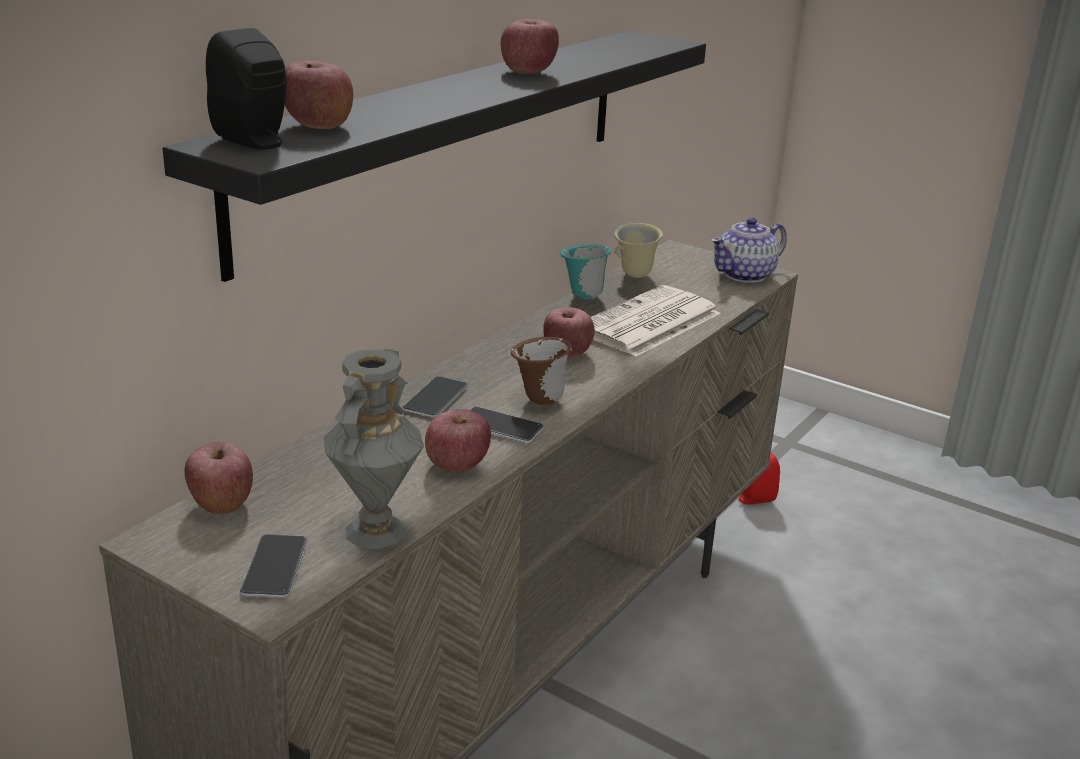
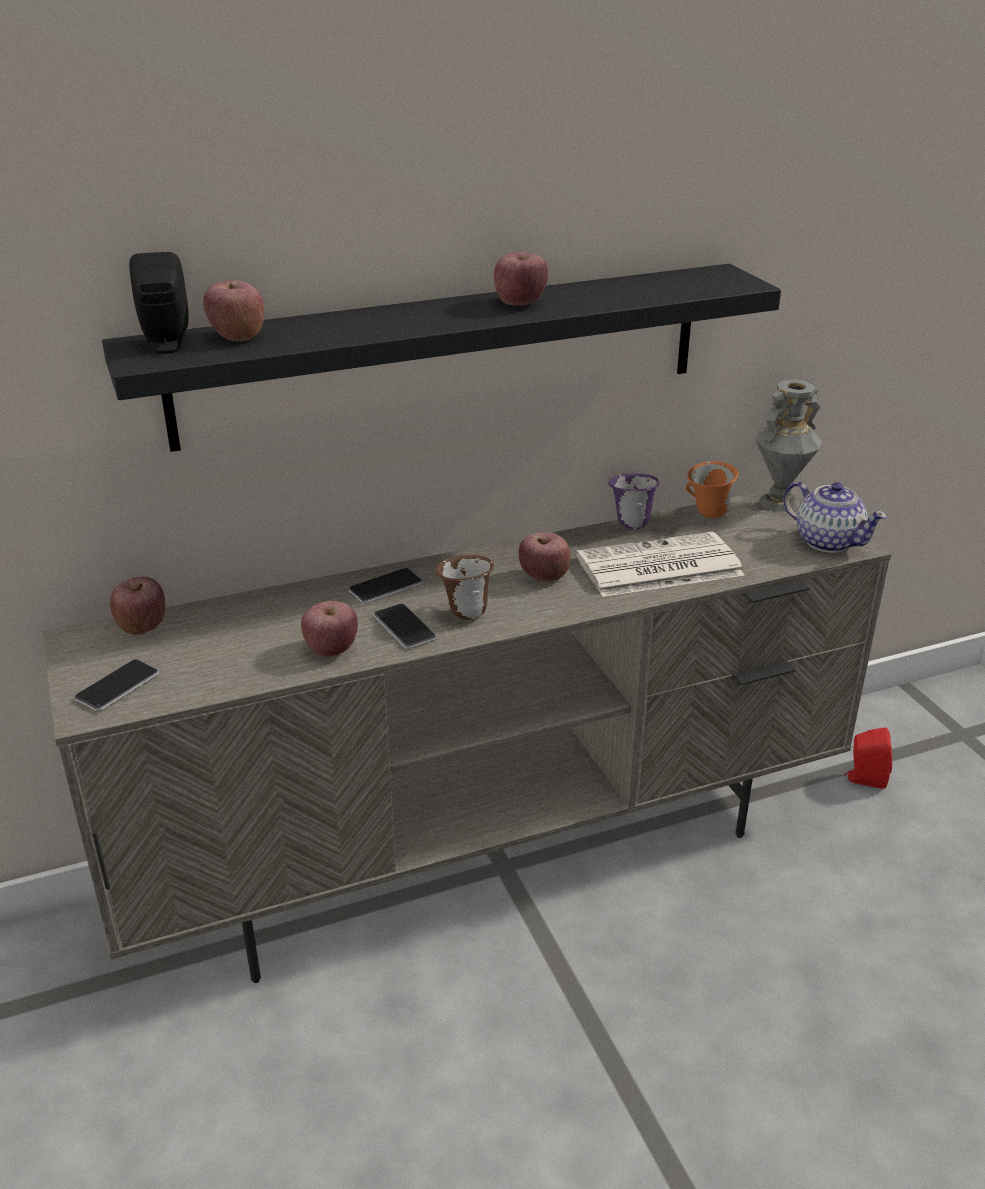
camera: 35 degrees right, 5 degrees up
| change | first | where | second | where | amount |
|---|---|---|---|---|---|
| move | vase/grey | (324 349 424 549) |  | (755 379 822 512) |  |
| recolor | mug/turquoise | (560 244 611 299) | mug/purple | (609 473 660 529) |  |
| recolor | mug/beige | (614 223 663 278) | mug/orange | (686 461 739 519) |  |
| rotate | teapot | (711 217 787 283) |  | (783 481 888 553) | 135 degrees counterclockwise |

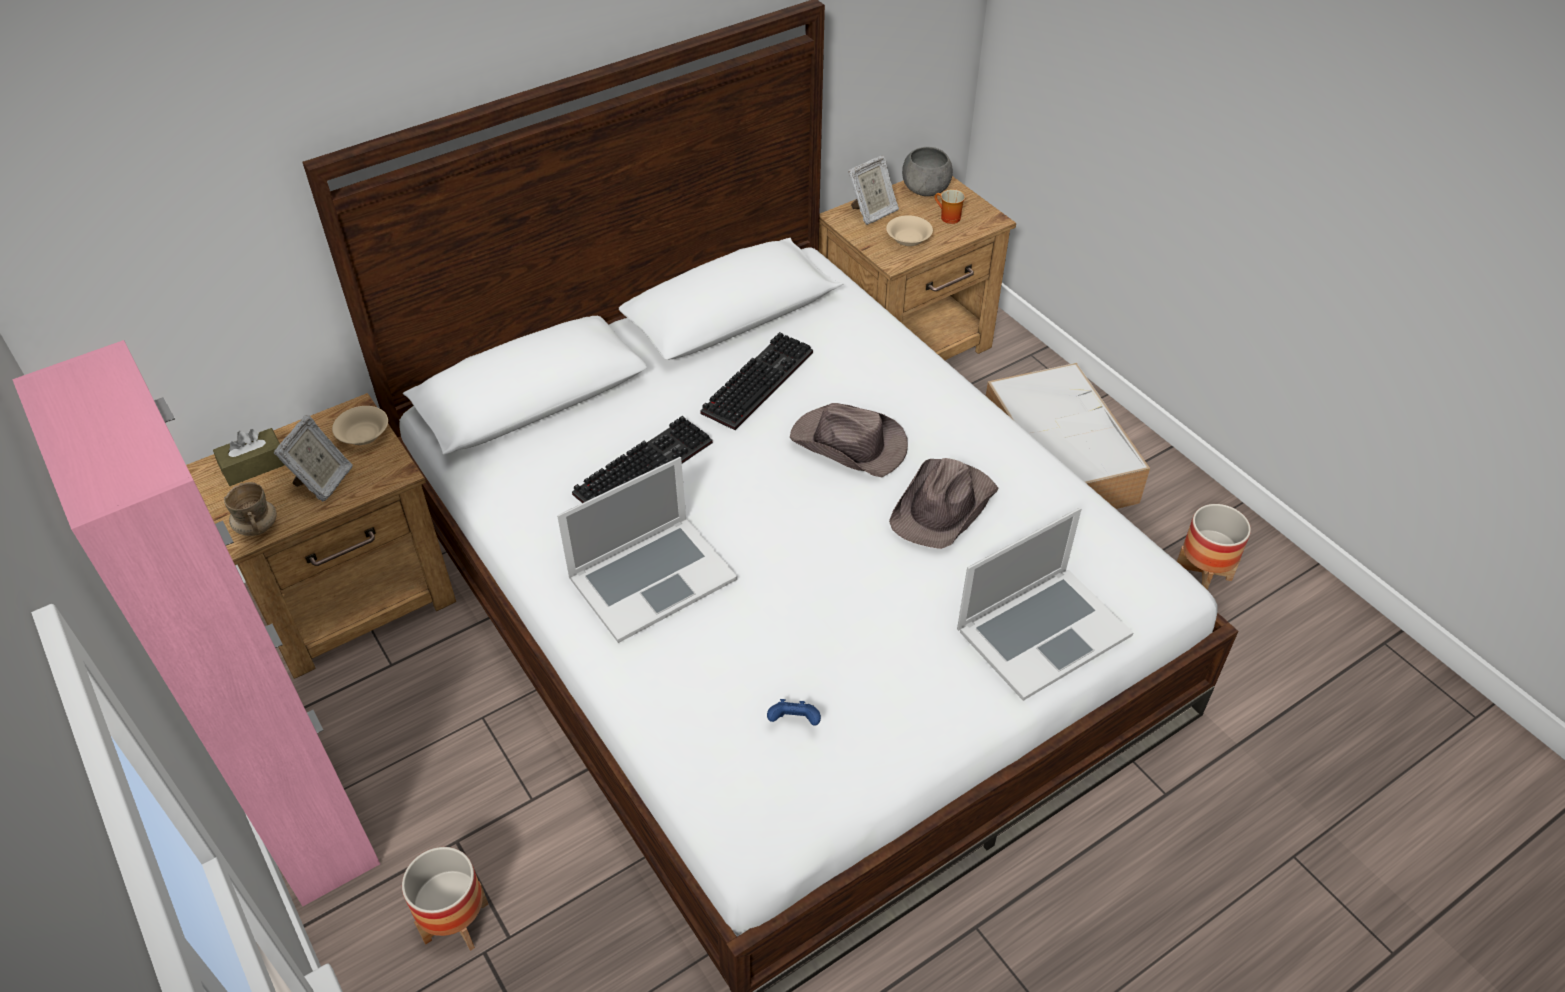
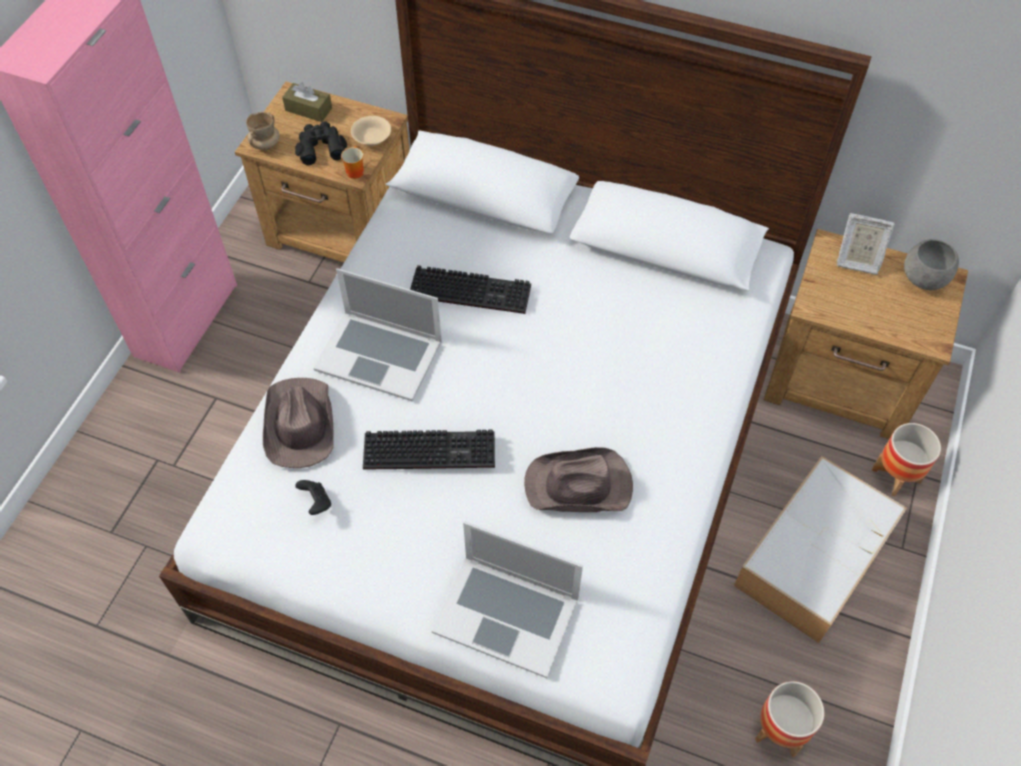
camera: 55 degrees right, 10 degrees up
| change | first | where | second | where | amount |
|---|---|---|---|---|---|
| replace | picture frame | (274 415 353 502) | binoculars/black | (295 121 347 165) |  |
| move | planter | (402 847 489 951) |  | (872 423 941 496) |  |
| move | keyboard | (700 332 813 430) |  | (363 430 495 470) |  |
| recolor | game controller/blue | (767 699 821 726) | game controller/black | (295 480 331 515) |  |
| move | hat/brown | (790 403 908 477) |  | (263 378 334 468) |  |
| delete | bowl/beige | (886 215 933 246) |  |  |  |
| move | mug | (935 189 965 224) |  | (341 146 364 179) |  |

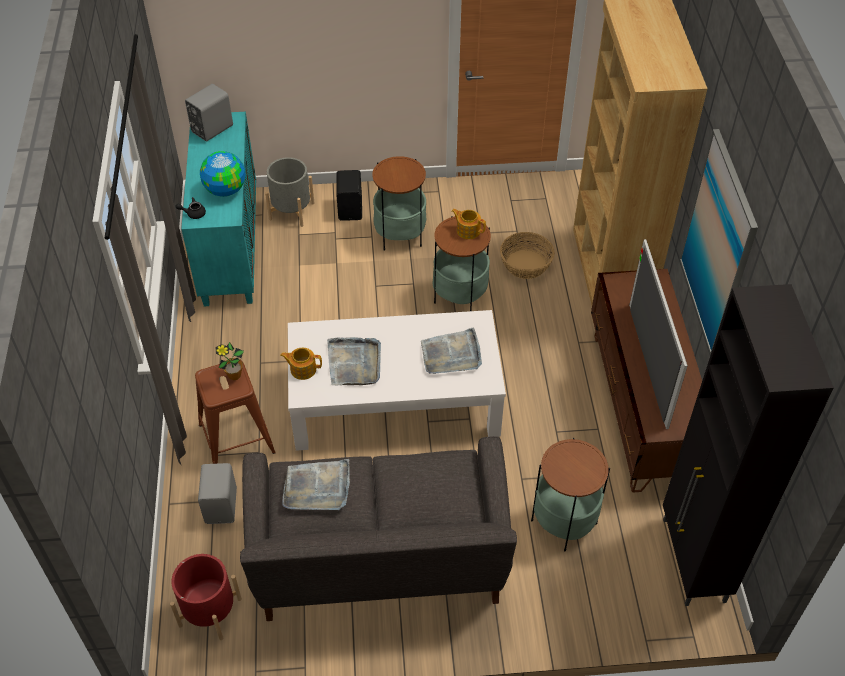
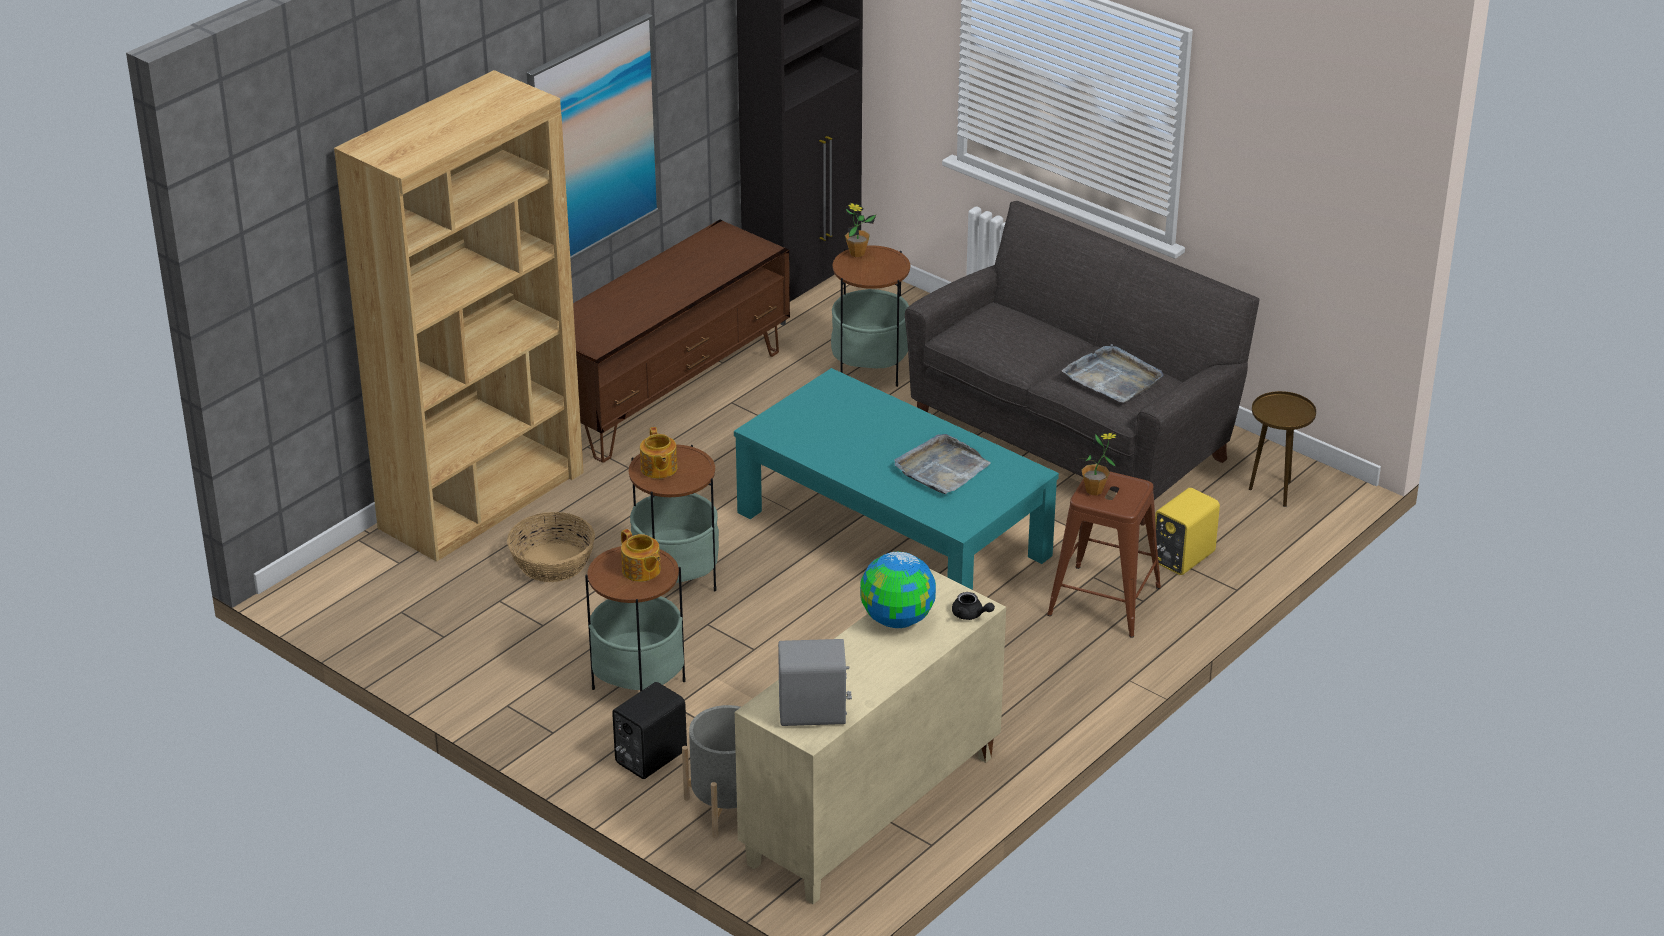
camera: 135 degrees left, 15 degrees down
| change | first | where | second | where | amount |
|---|---|---|---|---|---|
| replace | planter/red | (170 554 242 640) | side table/brown | (1249 391 1316 507) |  |
| recolor | cabinet/turquoise | (181 112 256 307) | cabinet/beige | (735 569 1006 904) |  |
| recolor | speaker/grey | (198 463 237 524) | speaker/yellow | (1155 488 1220 575) |  |
| move | teapot | (280 348 322 380) |  | (621 529 661 582) |  |
| recolor | coffee table/white | (288 310 506 451) | coffee table/turquoise | (734 368 1059 590) |  |
| delete | tray/grey | (421 327 482 374) |  |  |  |
| delete | television | (629 239 688 429) |  |  |  |
| insert |  |  | potted plant | (845 203 876 257) |  |

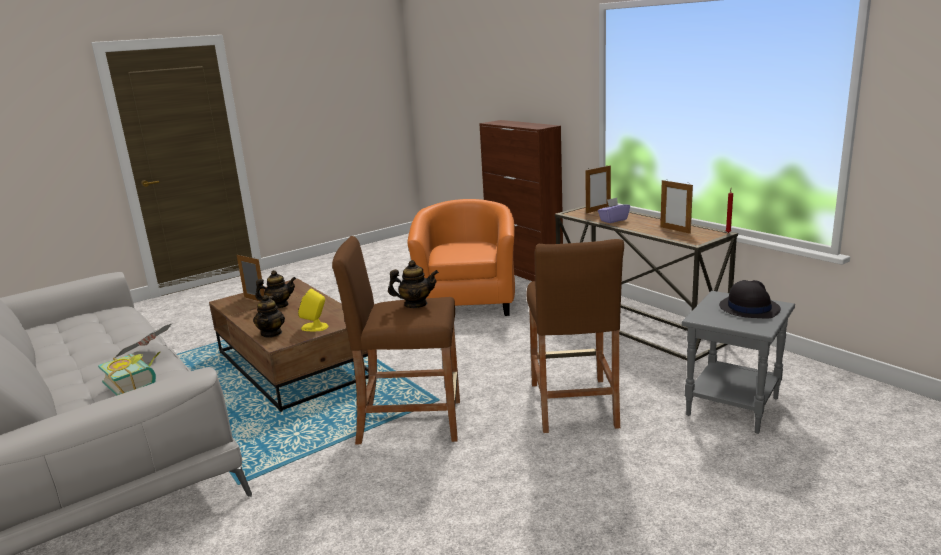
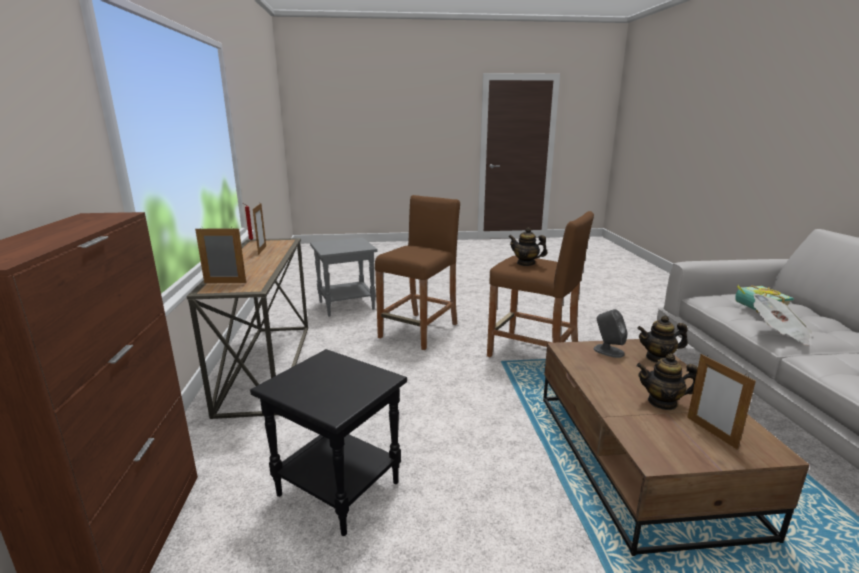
camera: 150 degrees left, 0 degrees up
| change | first | where | second | where | amount |
|---|---|---|---|---|---|
| rotate | teapot | (253 295 285 338) |  | (637 316 688 363) | 120 degrees counterclockwise |
| recolor | speaker/yellow | (298 288 329 331) | speaker/grey | (593 309 628 358) |  |
| replace | armchair/orange | (407 199 515 316) | side table/black | (250 349 407 536) |  |
| delete | tissue box/purple | (598 198 630 223) |  |  |  |
| delete | hat/black | (719 280 781 319) |  |  |  |

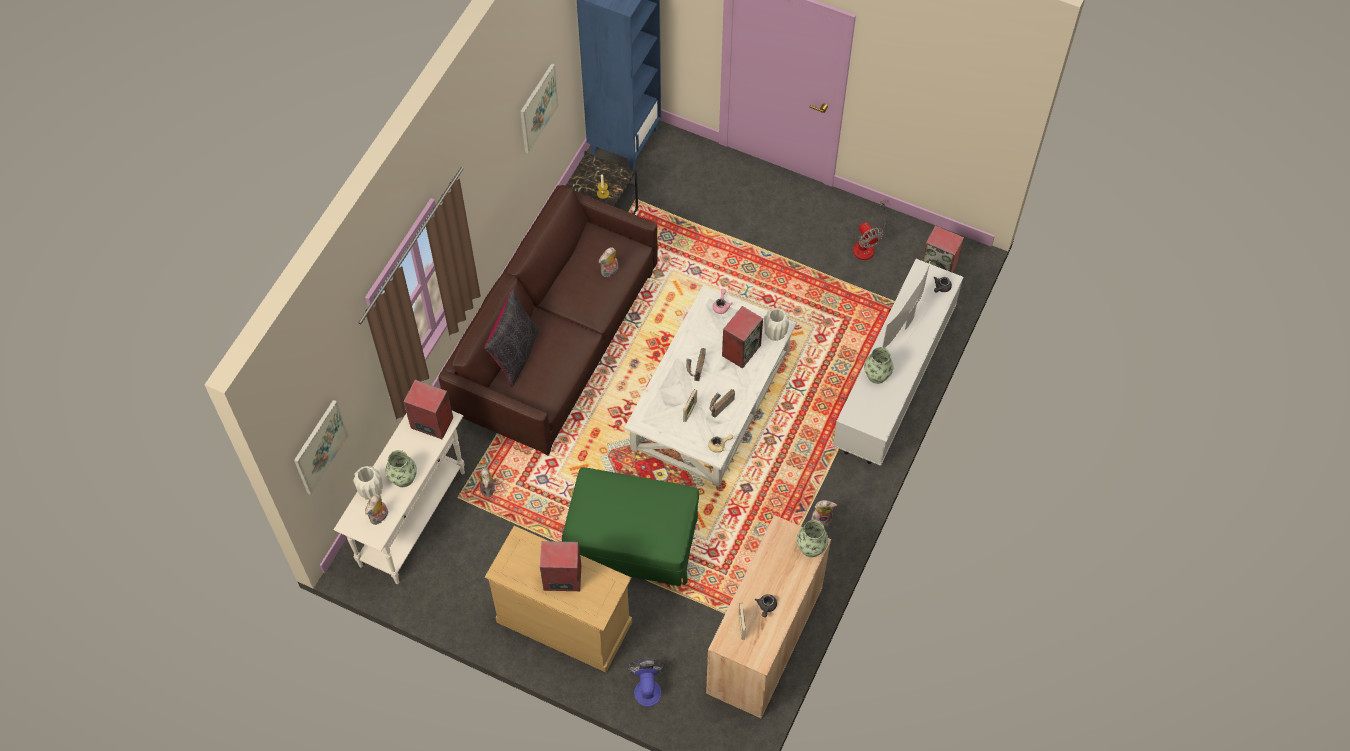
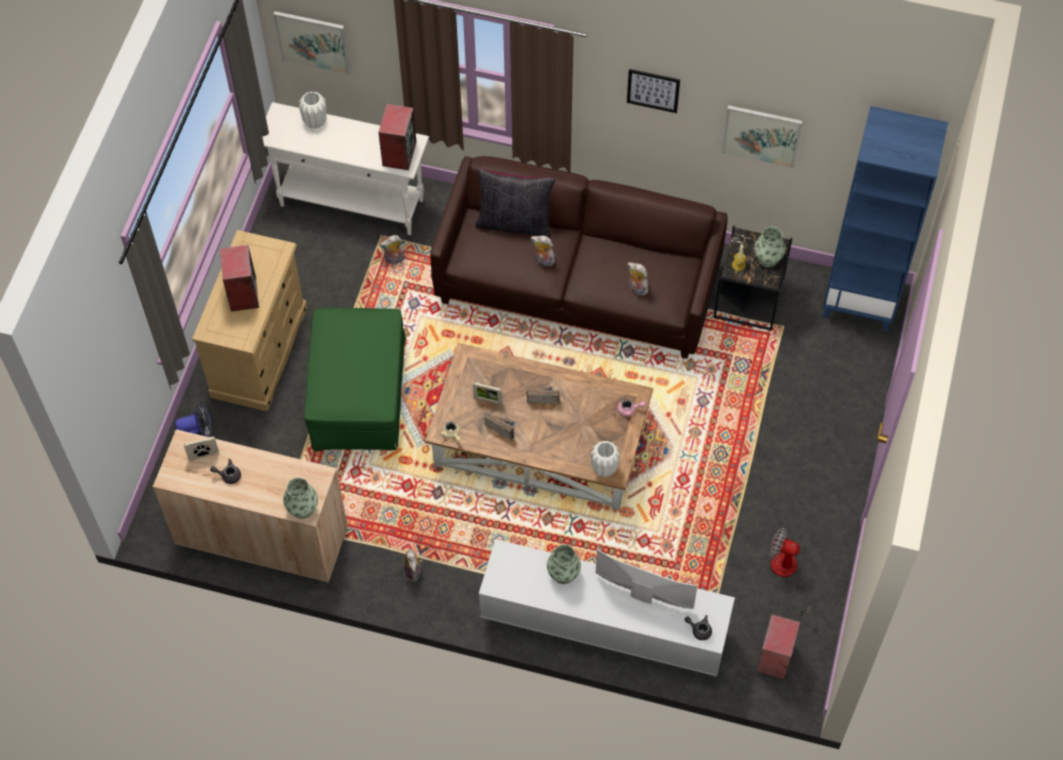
camera: 80 degrees right, 0 degrees up
| change | first | where | second | where | amount |
|---|---|---|---|---|---|
| move | plush toy | (365 494 388 525) |  | (530 235 555 266) |  |
| move | vase | (386 450 417 487) |  | (754 226 786 267) |  |
| recolor | coffee table/white | (624 285 797 487) | coffee table/brown | (425 343 653 510) |  |
| delete | speaker | (722 306 763 369) |  |  |  |
| rotate | fan | (853 199 886 260) |  | (769 528 810 616) | 60 degrees clockwise |
| insert |  |  | picture | (627 69 680 113) |  |

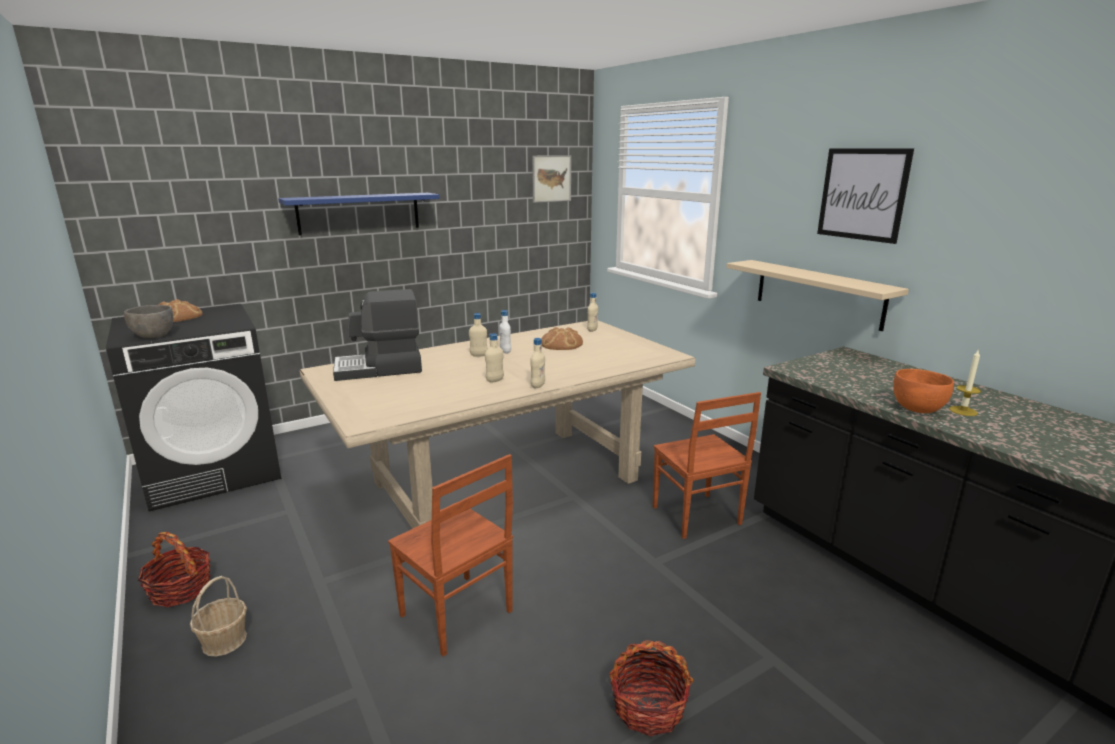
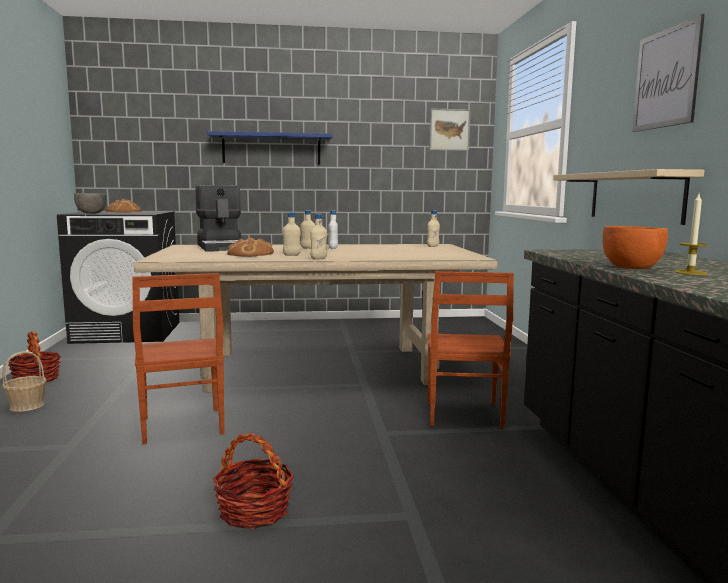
camera: 25 degrees right, 10 degrees down
| change | first | where | second | where | amount |
|---|---|---|---|---|---|
| rotate | coffee machine | (333 289 422 381) |  | (195 185 241 252) | 120 degrees counterclockwise |
| move | bread | (541 327 583 350) |  | (227 238 274 256) |  |

